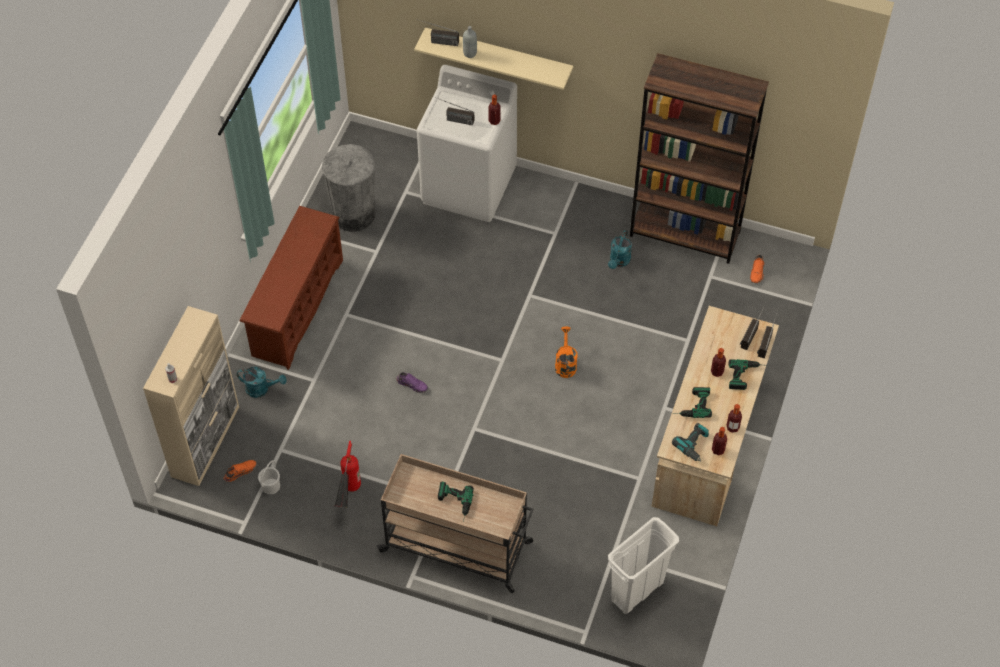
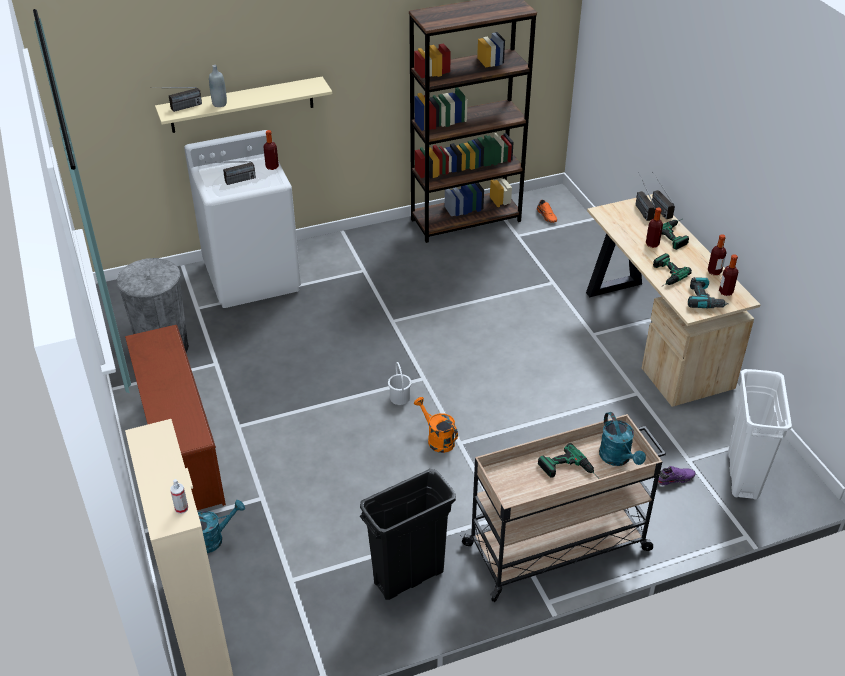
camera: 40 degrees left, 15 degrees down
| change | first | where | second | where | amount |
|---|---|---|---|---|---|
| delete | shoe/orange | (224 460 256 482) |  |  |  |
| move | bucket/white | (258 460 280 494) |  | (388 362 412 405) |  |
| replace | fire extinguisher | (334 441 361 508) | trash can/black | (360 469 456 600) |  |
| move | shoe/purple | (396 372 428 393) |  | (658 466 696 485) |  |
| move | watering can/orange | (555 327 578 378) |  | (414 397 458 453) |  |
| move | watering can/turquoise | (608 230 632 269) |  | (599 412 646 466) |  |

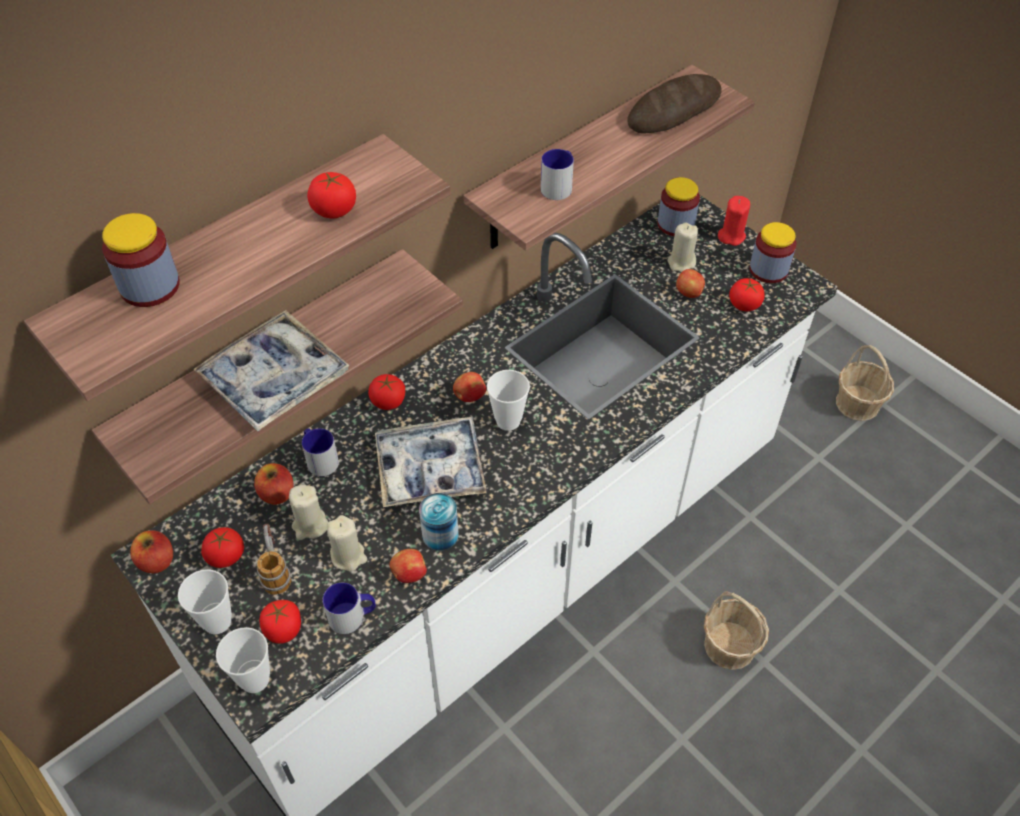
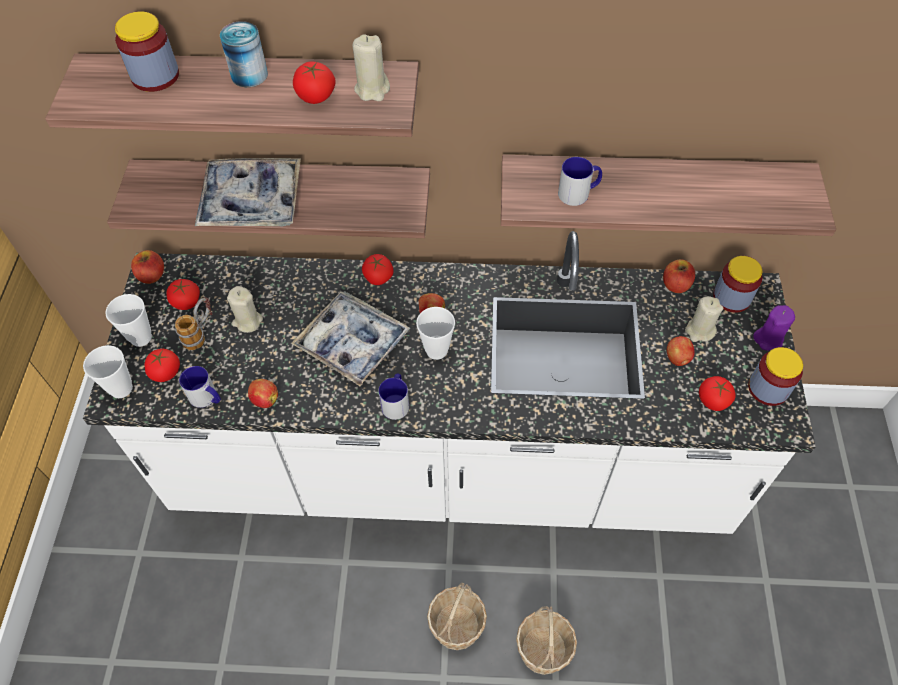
camera: 45 degrees right, 5 degrees up
| change | first | where | second | where | amount |
|---|---|---|---|---|---|
| move | apple | (254 463 294 505) |  | (663 259 695 293) |  |
| move | mug | (302 428 339 476) |  | (379 374 409 420) |  |
| move | candle/beige | (327 515 367 571) |  | (353 34 390 101) |  |
| move | can | (419 493 459 551) |  | (220 21 268 87) |  |
| delete | bread | (628 74 722 134) |  |  |  |
| recolor | candle/red | (718 196 750 246) | candle/purple | (753 305 795 351) |  |
| move | basket | (836 345 894 421) |  | (427 583 487 650) |  |

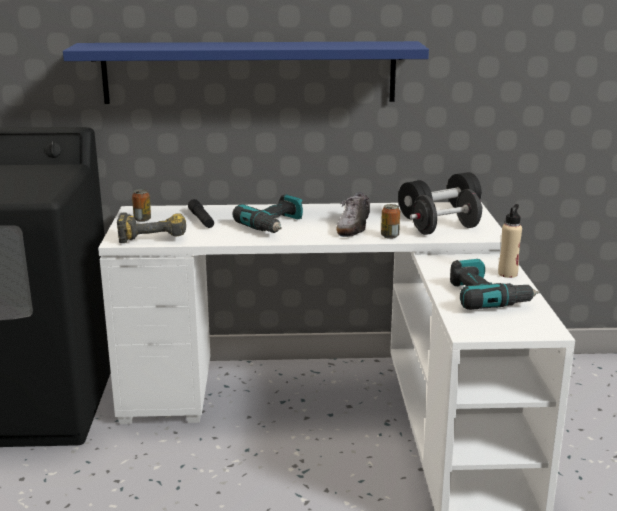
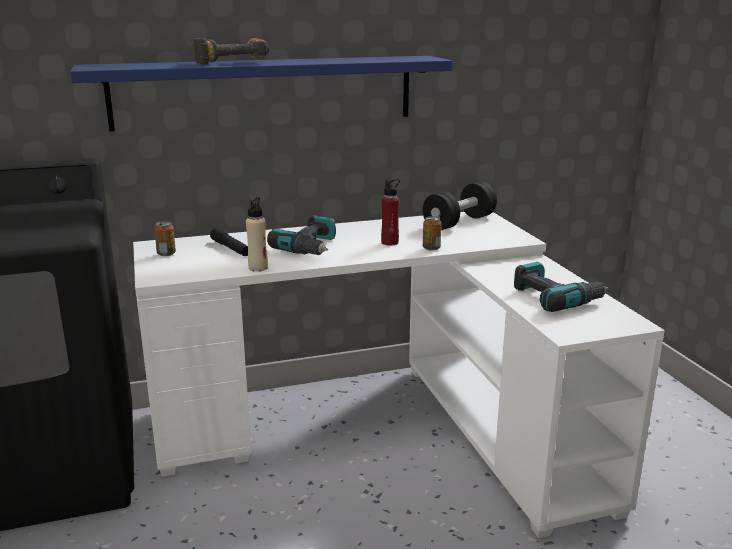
camera: 15 degrees left, 0 degrees up
| change | first | where | second | where | amount |
|---|---|---|---|---|---|
| move | power drill | (117 212 186 243) |  | (193 38 269 65) |  |
| replace | shoe | (336 192 370 237) | bottle/red | (381 179 400 245) |  |
| delete | dumbbell/black | (410 189 483 235) |  |  |  |
| move | bottle/beige | (498 204 522 278) |  | (246 197 268 272) |  |

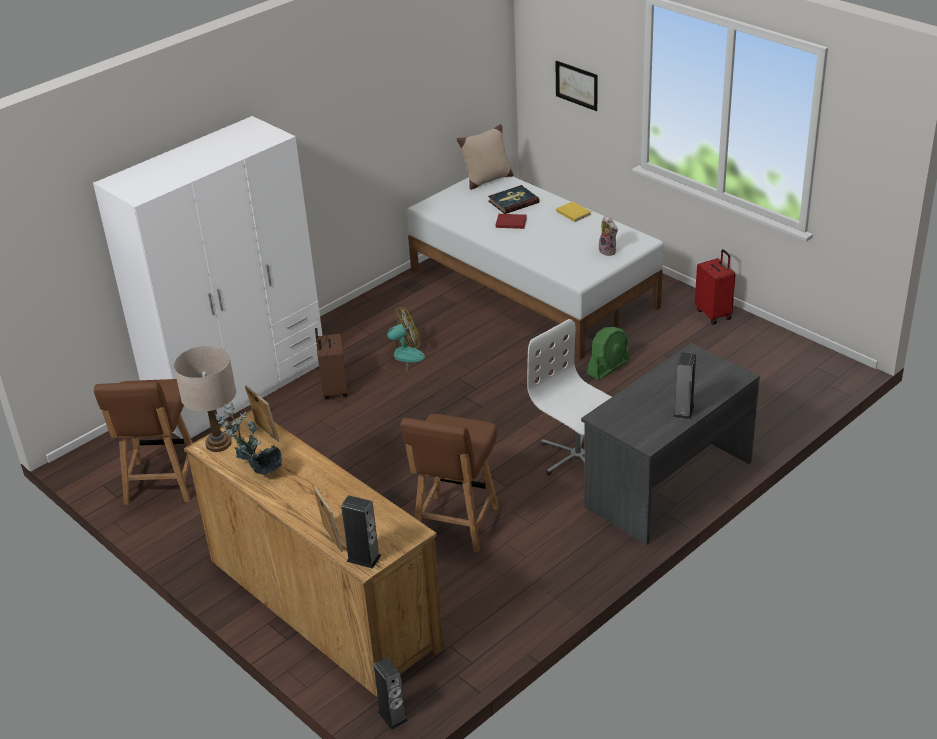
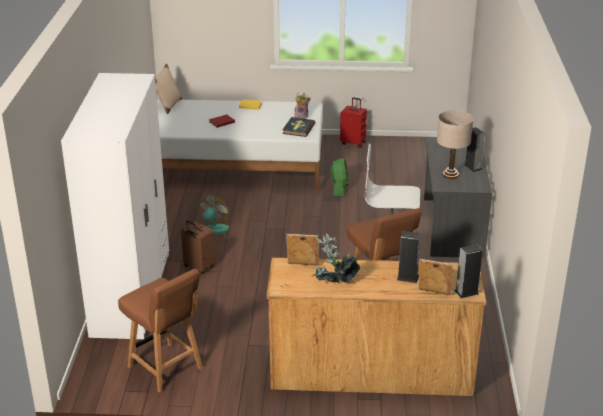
camera: 45 degrees left, 5 degrees down
| change | first | where | second | where | amount |
|---|---|---|---|---|---|
| move | table lamp/beige | (174 345 236 452) |  | (437 110 473 179) |  |
| move | speaker | (373 657 408 730) |  | (397 231 420 283) |  |
| move | book | (488 185 539 214) |  | (282 117 315 137) |  |
| delete | picture | (556 61 598 111) |  |  |  |

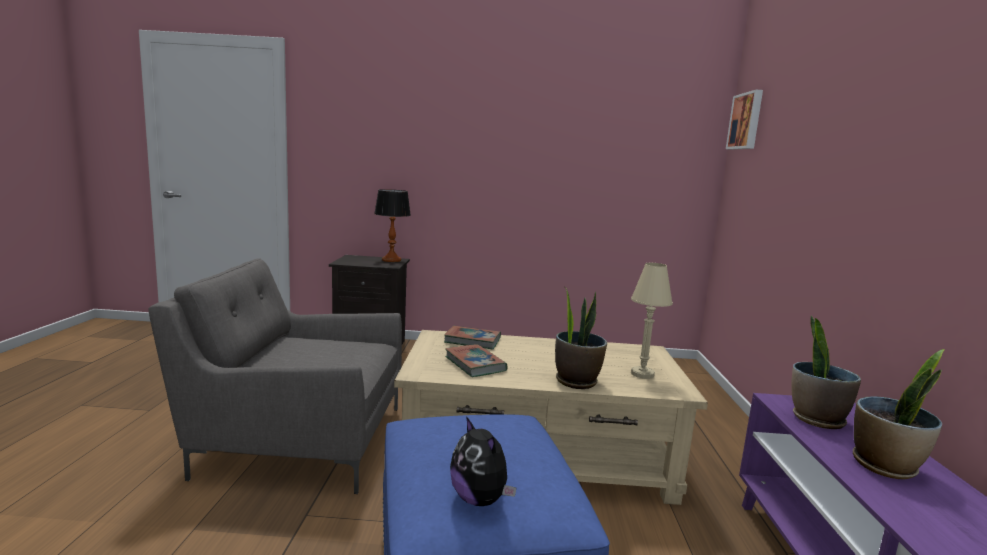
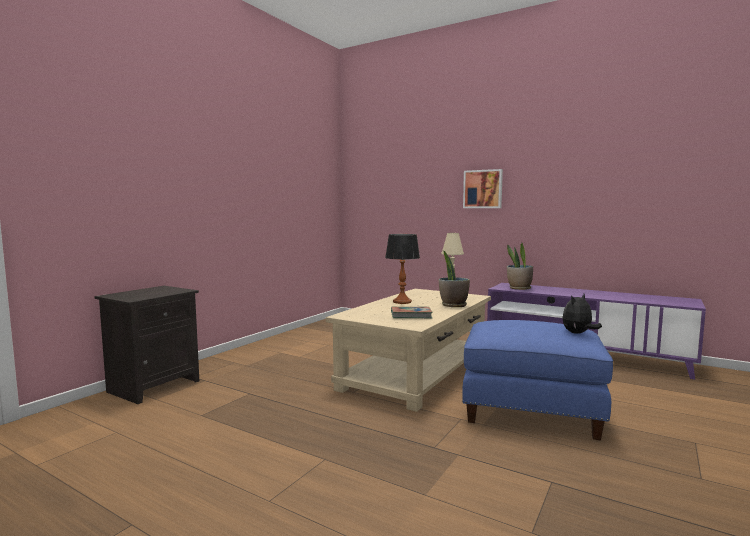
camera: 60 degrees left, 5 degrees down
| change | first | where | second | where | amount |
|---|---|---|---|---|---|
| delete | armchair/grey | (149 258 402 494) |  |  |  |
| move | table lamp | (374 189 411 262) |  | (385 234 420 304) |  |
| delete | book | (444 326 501 349) |  |  |  |
| rotate | plush toy | (450 416 516 506) |  | (562 294 602 334) | 150 degrees clockwise |
| move | picture | (726 90 763 150) |  | (463 169 503 208) |  |
| delete | potted plant | (853 349 945 479) |  |  |  |

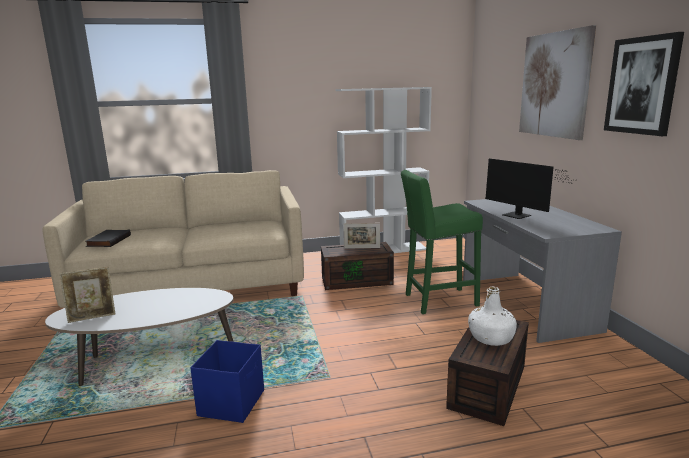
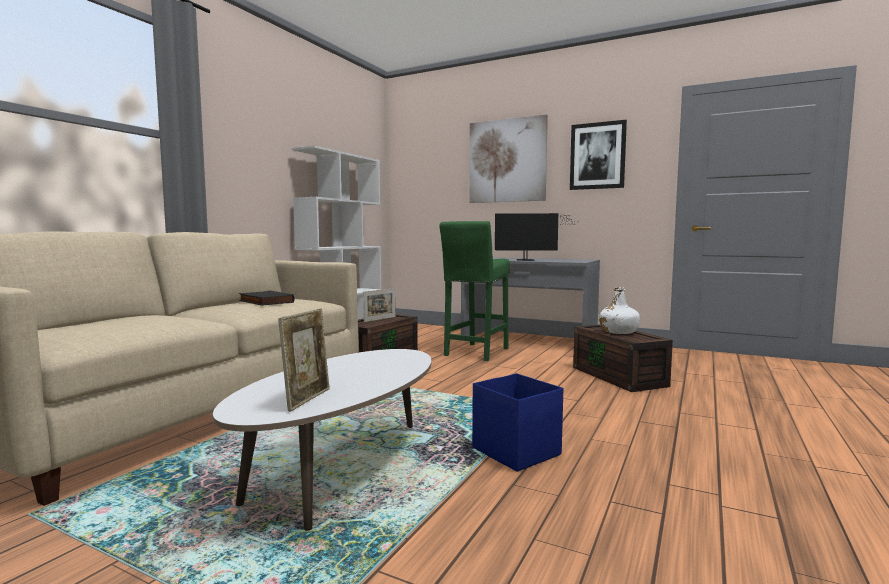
camera: 50 degrees left, 10 degrees down
| change | first | where | second | where | amount |
|---|---|---|---|---|---|
| move | book/black | (85 230 131 247) |  | (239 291 294 306) |  |

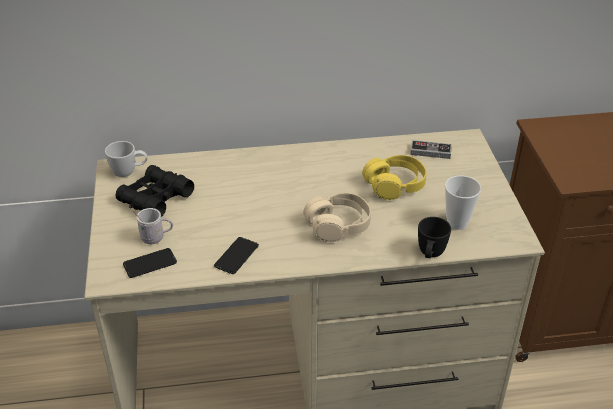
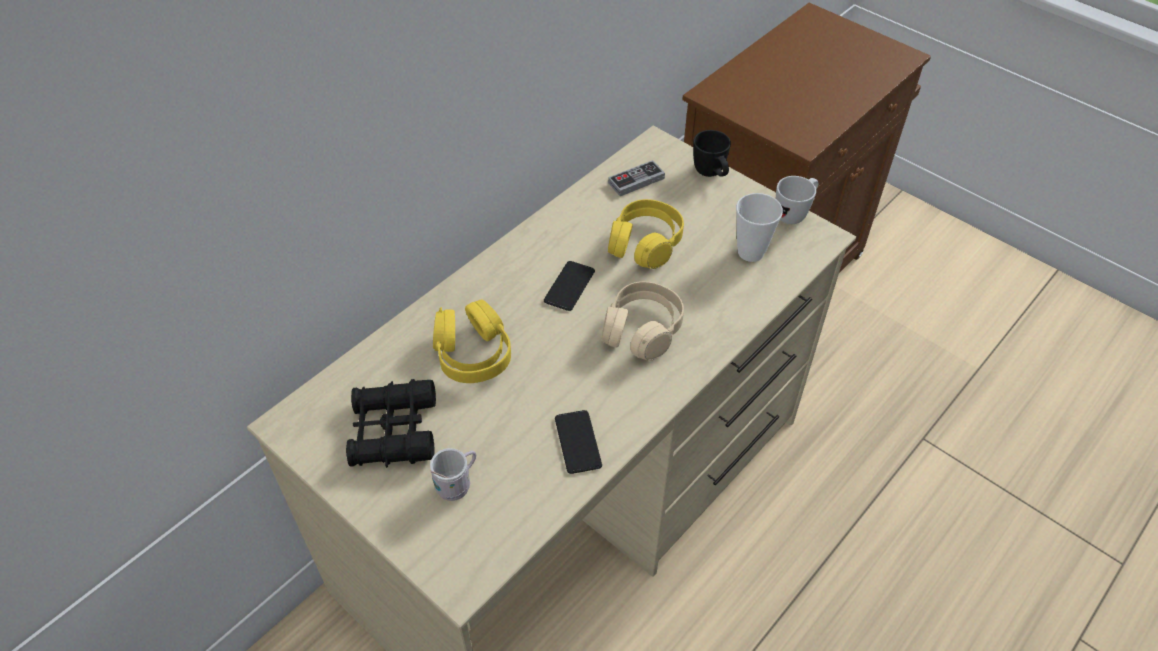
camera: 40 degrees left, 10 degrees up
| change | first | where | second | where | amount |
|---|---|---|---|---|---|
| move | mug/white | (105 141 147 177) |  | (776 176 819 224) |  |
| move | phone | (123 248 177 278) |  | (544 261 595 311) |  |
| move | mug/black | (418 217 451 258) |  | (693 130 731 177) |  |
| insert |  |  | headphones/yellow | (433 299 511 383) |  |

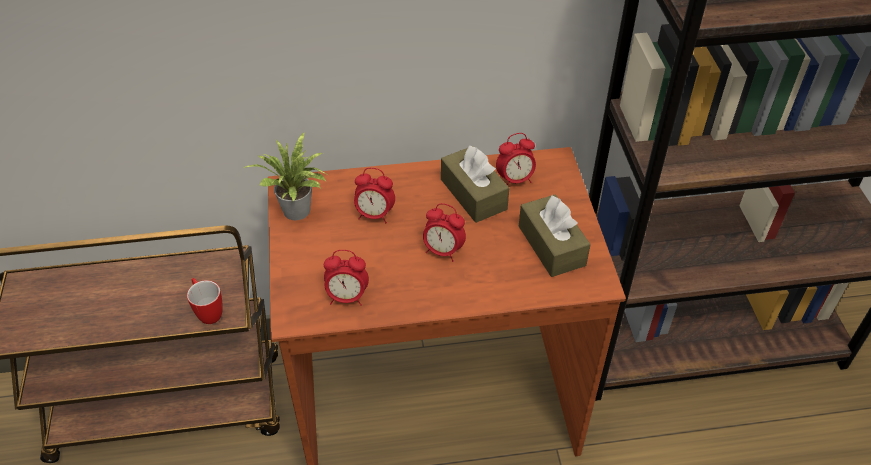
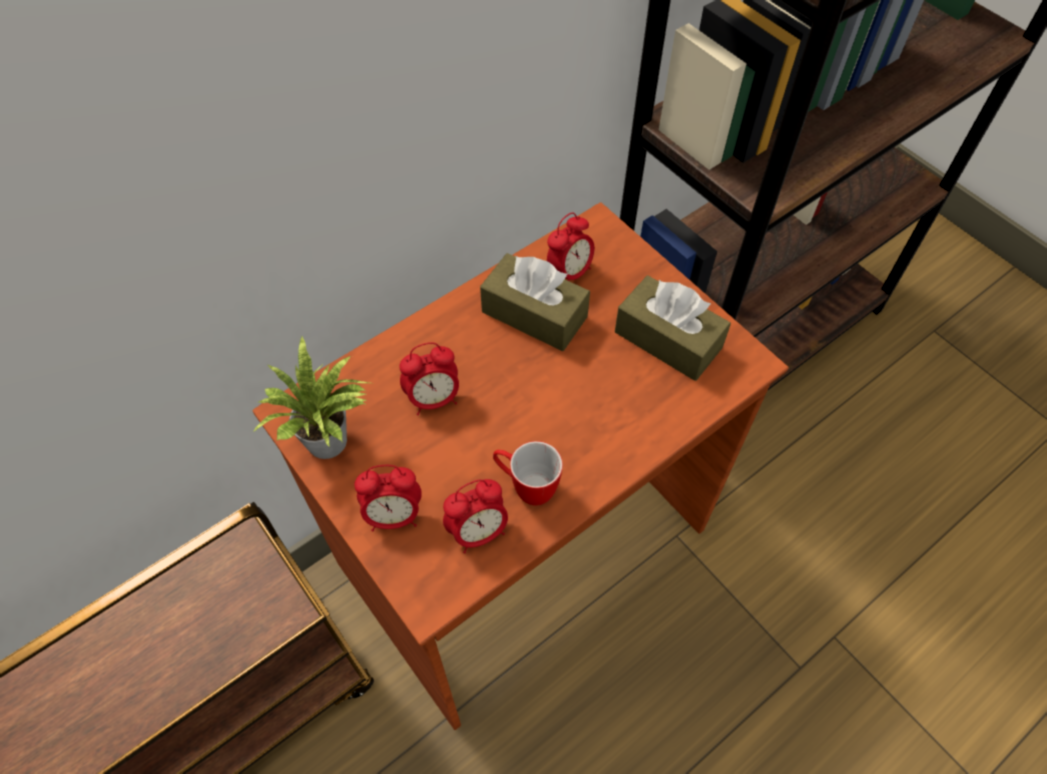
camera: 30 degrees left, 10 degrees up
| change | first | where | second | where | amount |
|---|---|---|---|---|---|
| move | mug | (187 278 223 324) |  | (493 441 563 506) |  |
| move | alarm clock | (423 203 466 262) |  | (355 465 422 532) |  |

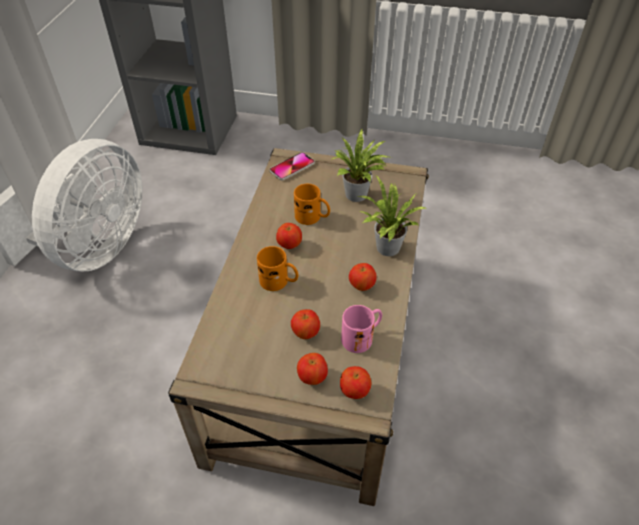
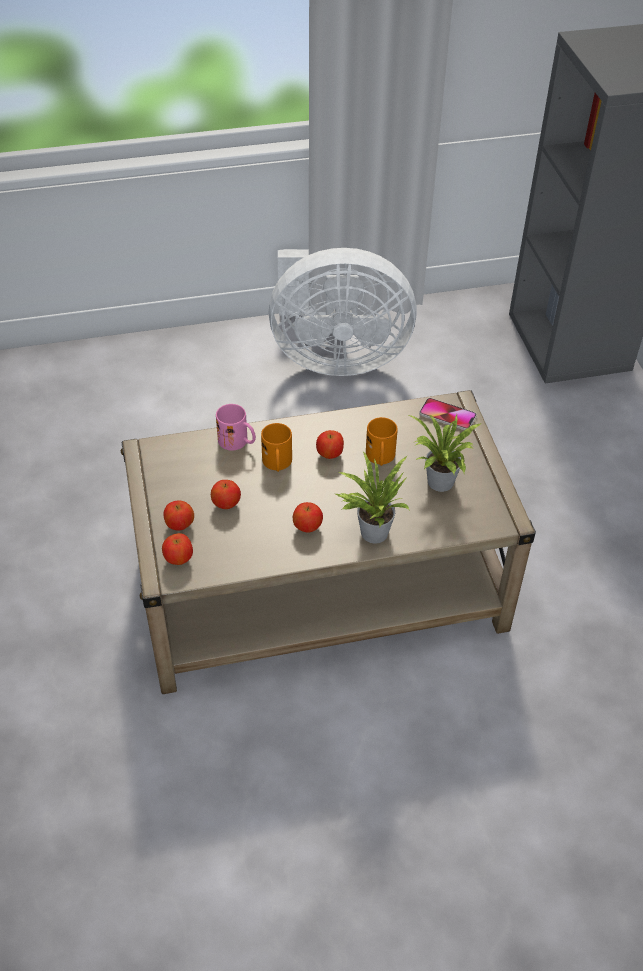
camera: 65 degrees right, 0 degrees up
| change | first | where | second | where | amount |
|---|---|---|---|---|---|
| move | mug/pink | (341 305 382 353) |  | (216 404 256 451) |  |

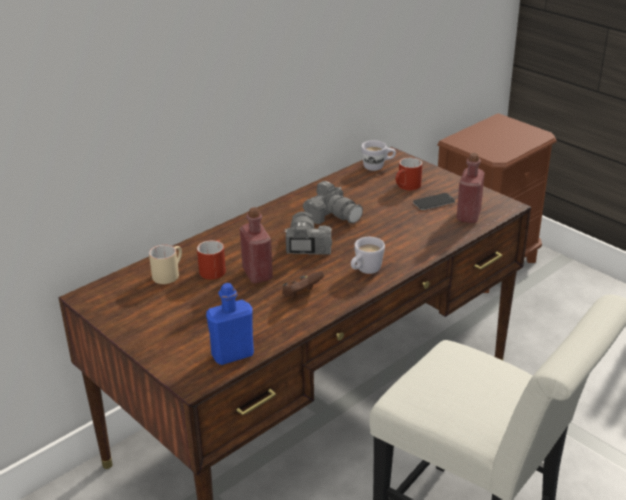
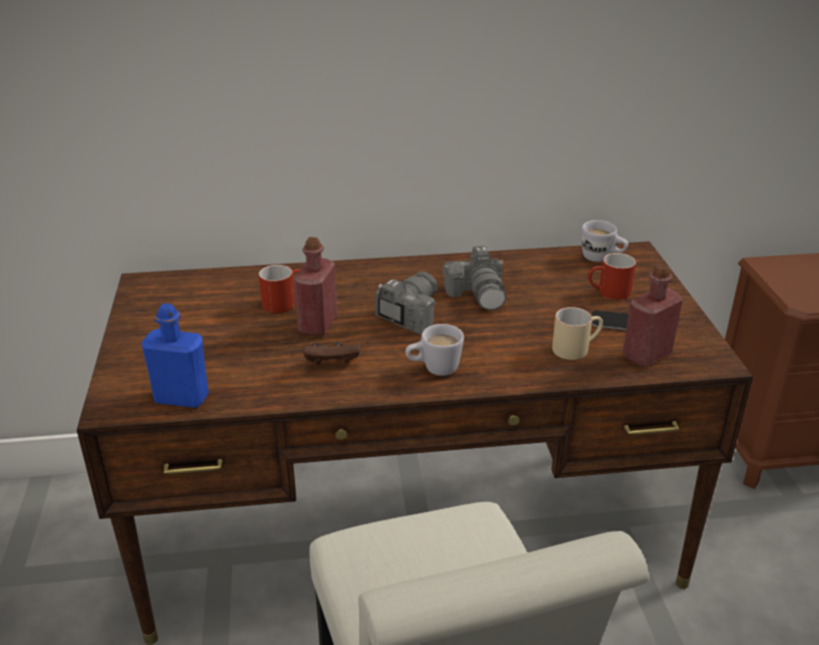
camera: 35 degrees right, 0 degrees up
| change | first | where | second | where | amount |
|---|---|---|---|---|---|
| move | mug/beige | (149 245 182 284) |  | (552 307 603 360) |  |

